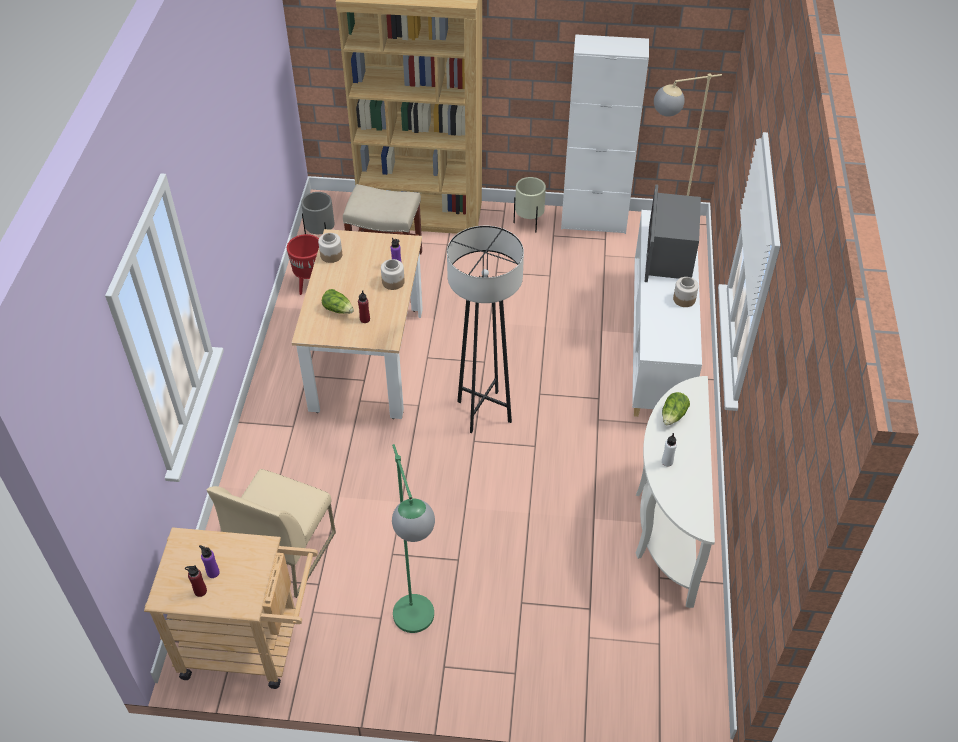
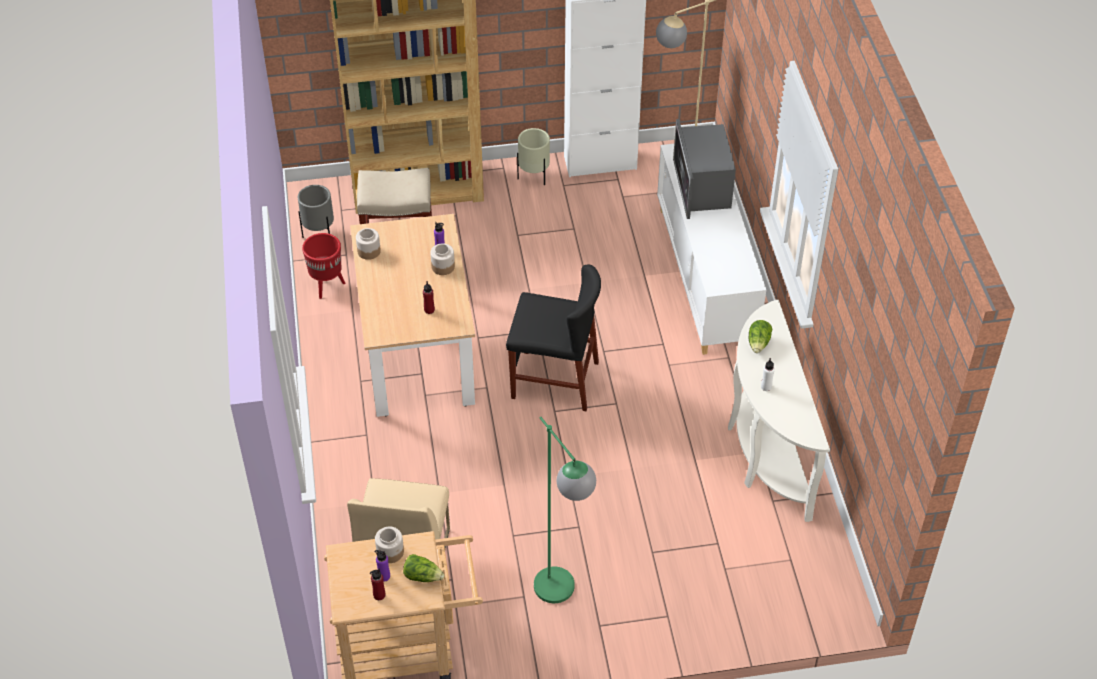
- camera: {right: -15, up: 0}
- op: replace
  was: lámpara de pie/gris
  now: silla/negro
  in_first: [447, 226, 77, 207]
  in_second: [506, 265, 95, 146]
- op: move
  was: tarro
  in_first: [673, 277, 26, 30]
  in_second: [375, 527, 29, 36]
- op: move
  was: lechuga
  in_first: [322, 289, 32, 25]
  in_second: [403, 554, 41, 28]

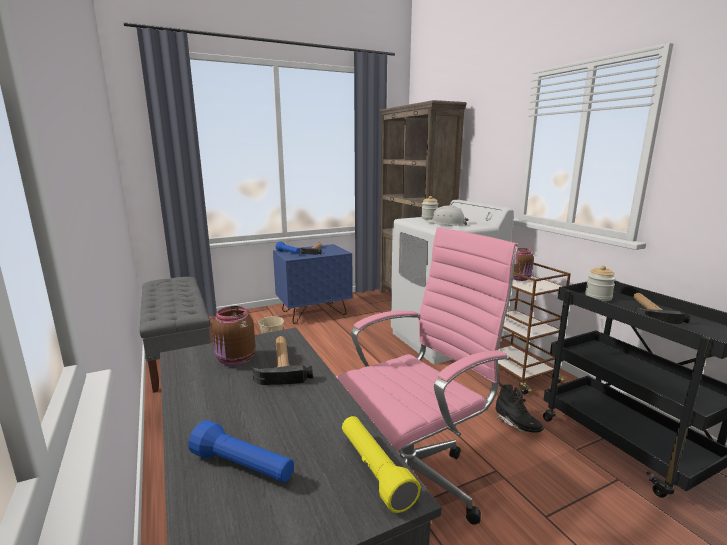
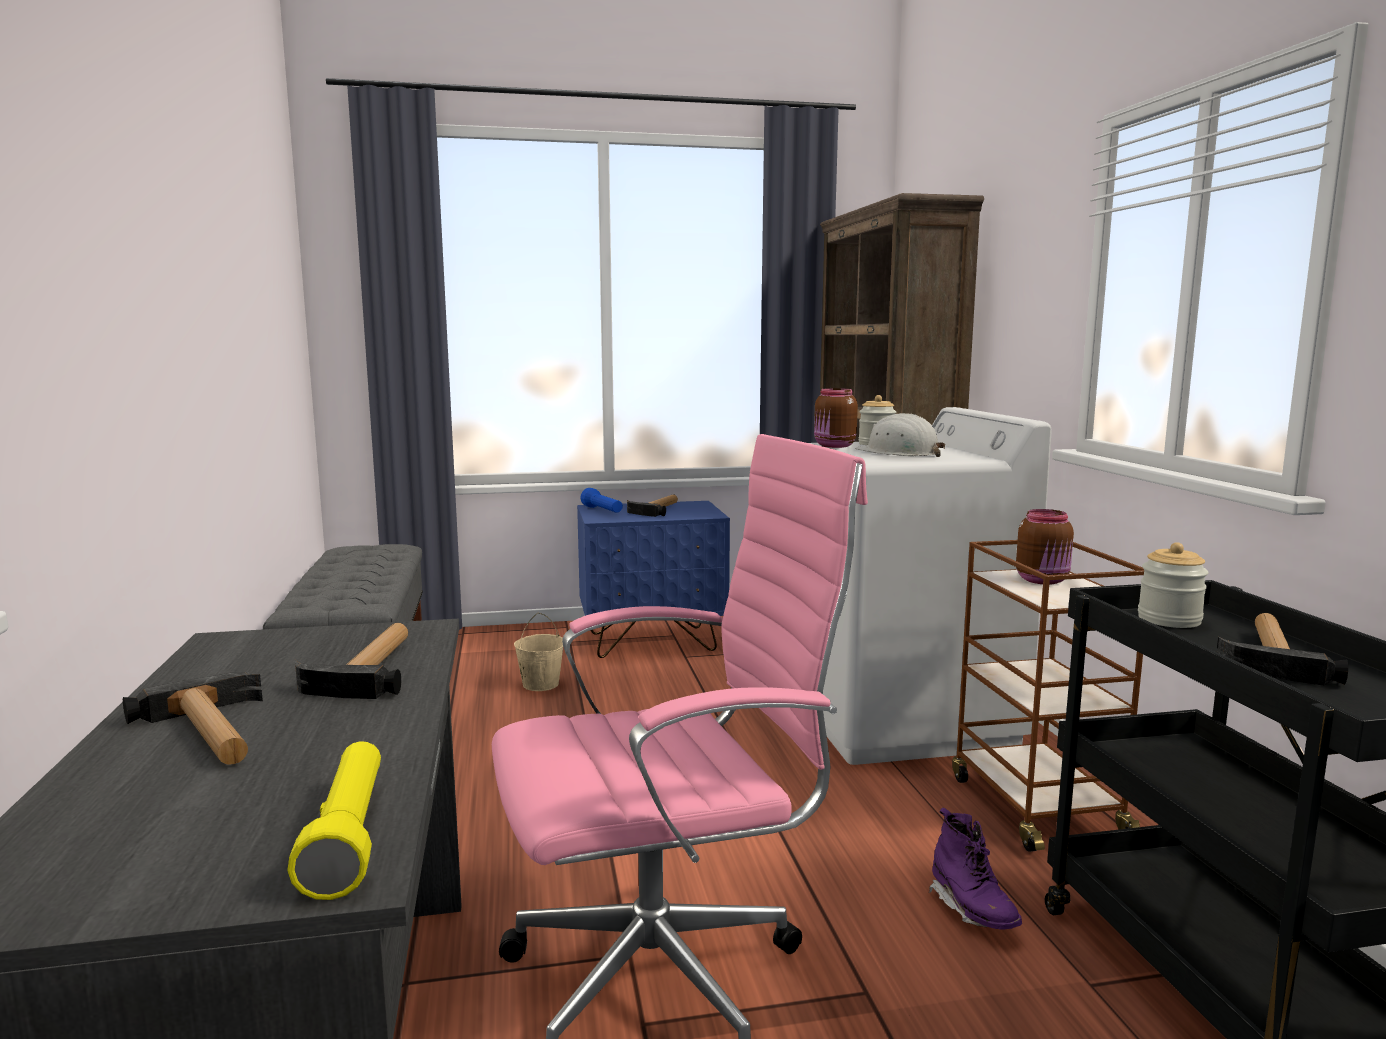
- camera: {right: 15, up: -5}
- op: move
  was: tarro/marrón
  in_first: [212, 306, 44, 60]
  in_second: [814, 388, 44, 60]
- op: recolor
  was: bota/negro
  now: bota/morado
  in_first: [495, 383, 49, 50]
  in_second: [929, 808, 93, 122]
- op: delete
  was: linterna/azul
  in_first: [188, 420, 106, 63]
- op: insert
  now: martillo
  in_second: [123, 672, 140, 93]

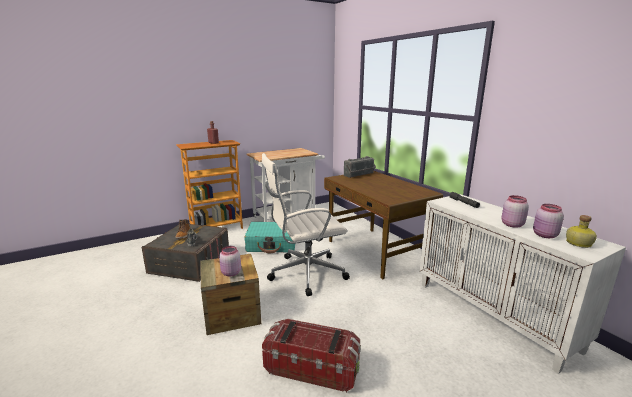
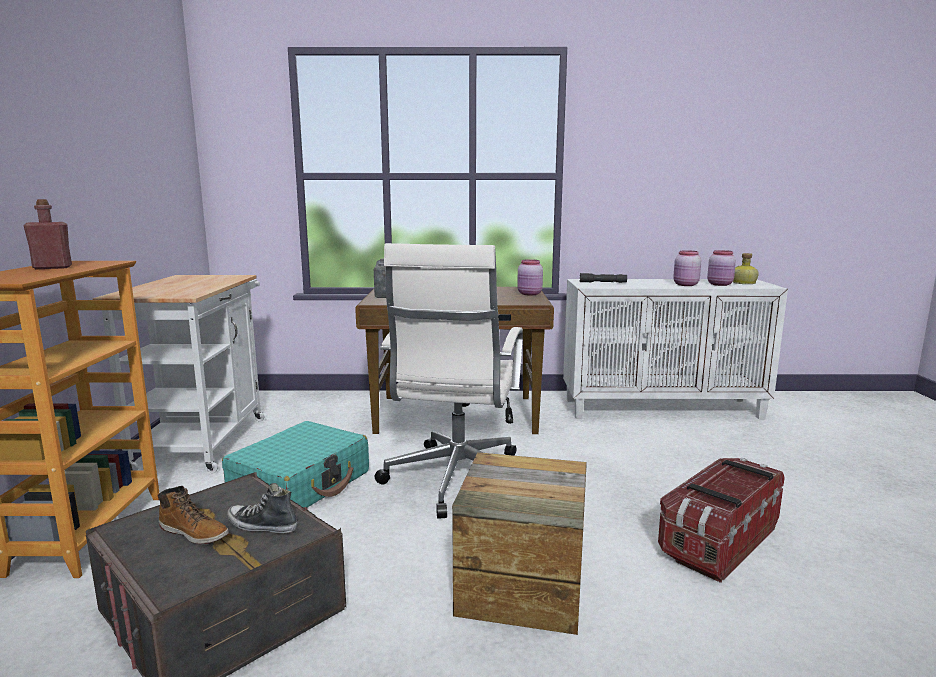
- camera: {right: -60, up: -5}
- op: move
  was: tarro/rosa
  in_first: [219, 246, 22, 30]
  in_second: [517, 259, 26, 36]

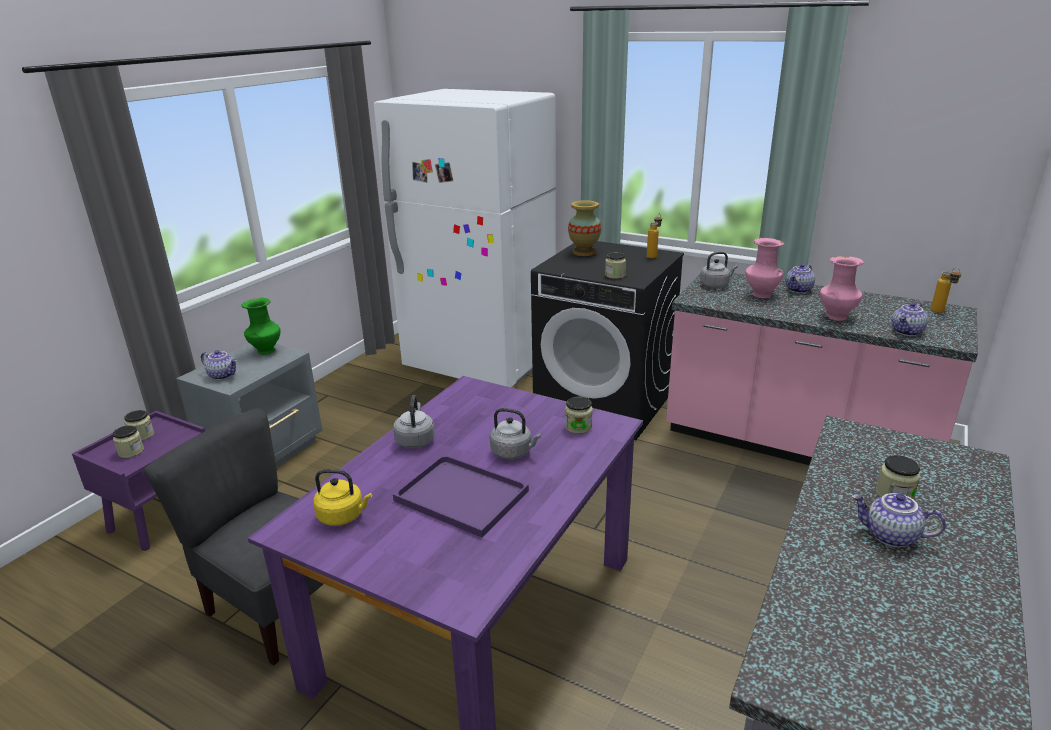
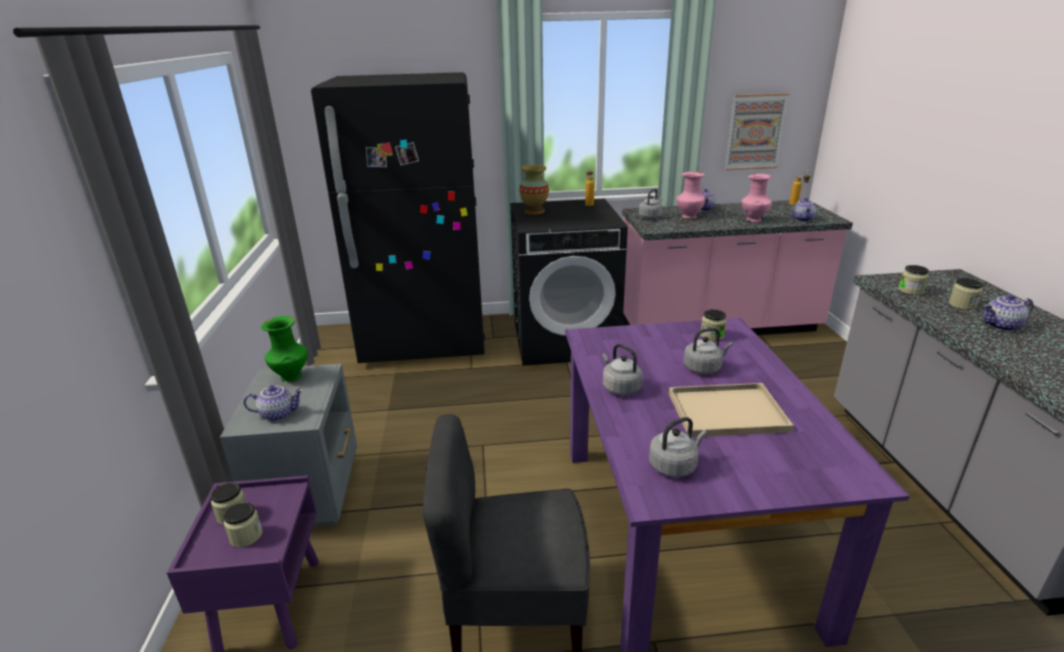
- camera: {right: -35, up: 0}
- op: recolor
  was: nevera/blanco
  now: nevera/negro
  in_first: [374, 89, 182, 298]
  in_second: [311, 72, 174, 291]
- op: move
  was: tarro
  in_first: [605, 252, 21, 27]
  in_second: [898, 265, 31, 30]
- op: recolor
  was: bandeja/morado
  now: bandeja/beis
  in_first: [393, 454, 136, 84]
  in_second: [669, 383, 125, 54]
- op: recolor
  was: hervidor/amarillo
  now: hervidor/gris
  in_first: [313, 469, 59, 57]
  in_second: [649, 417, 58, 60]
- op: insert
  now: cuadro
  in_second: [725, 93, 64, 77]

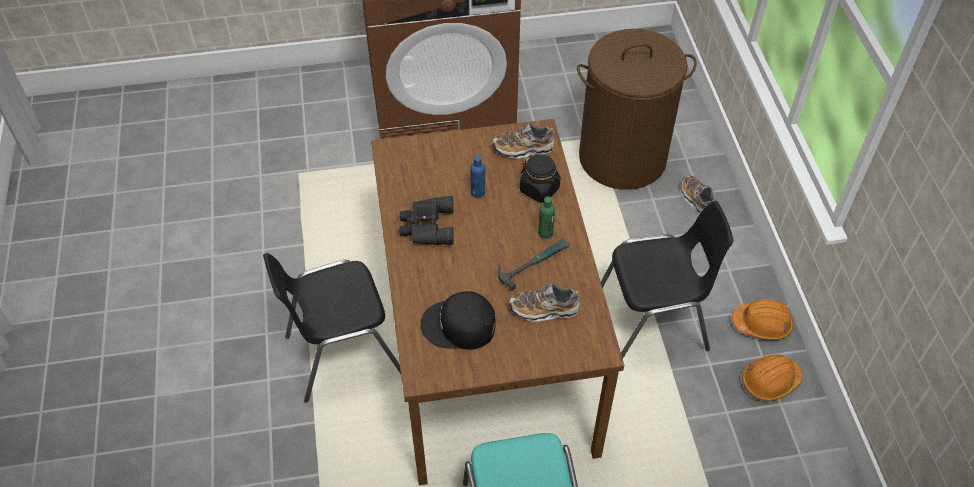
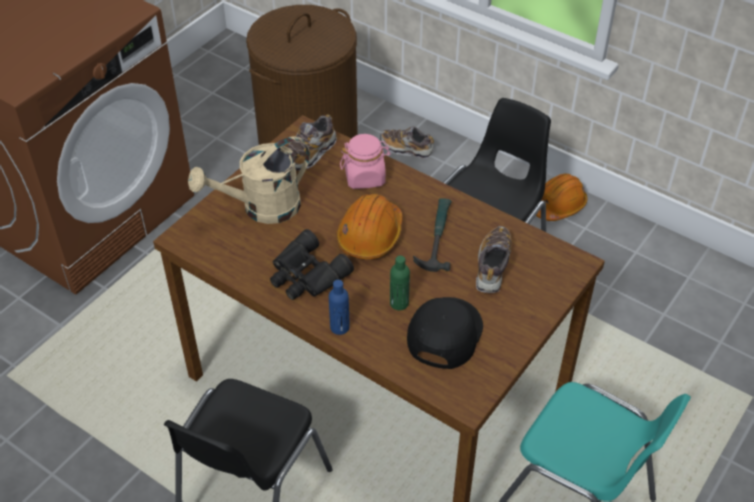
- camera: {right: -45, up: -5}
- op: recolor
  was: tarro/negro
  now: tarro/rosa
  in_first: [520, 154, 41, 49]
  in_second: [340, 134, 51, 55]
- op: move
  was: botella/azul
  in_first: [470, 156, 15, 42]
  in_second: [329, 280, 21, 55]
- op: move
  was: botella/verde
  in_first: [538, 197, 17, 42]
  in_second: [390, 255, 20, 55]
- op: rotate
  was: zapato
  in_first: [509, 283, 72, 39]
  in_second: [476, 226, 36, 67]
  clockwise: 150
- op: rotate
  was: gorra/negro
  in_first: [421, 291, 75, 59]
  in_second: [407, 297, 76, 72]
  clockwise: 150
- op: move
  was: casco/naranja
  in_first: [742, 355, 61, 46]
  in_second: [336, 194, 67, 65]
- op: insert
  now: regadera/beis
  in_second: [188, 136, 122, 88]

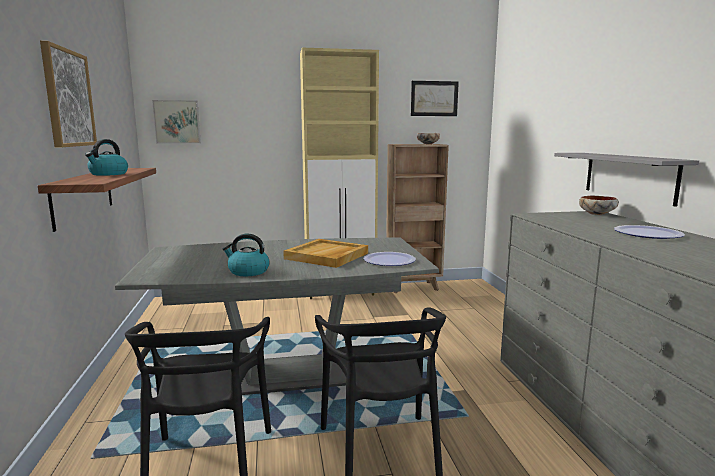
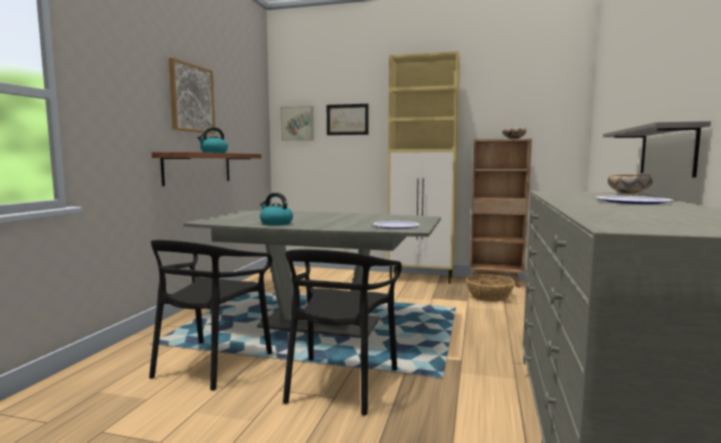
- camera: {right: 25, up: -5}
- op: move
  was: cuadro
  in_first: [411, 81, 48, 35]
  in_second: [327, 104, 41, 31]
- op: delete
  was: bandeja/beis
  in_first: [283, 239, 85, 29]
- op: insert
  now: cesta
  in_second: [466, 274, 49, 28]

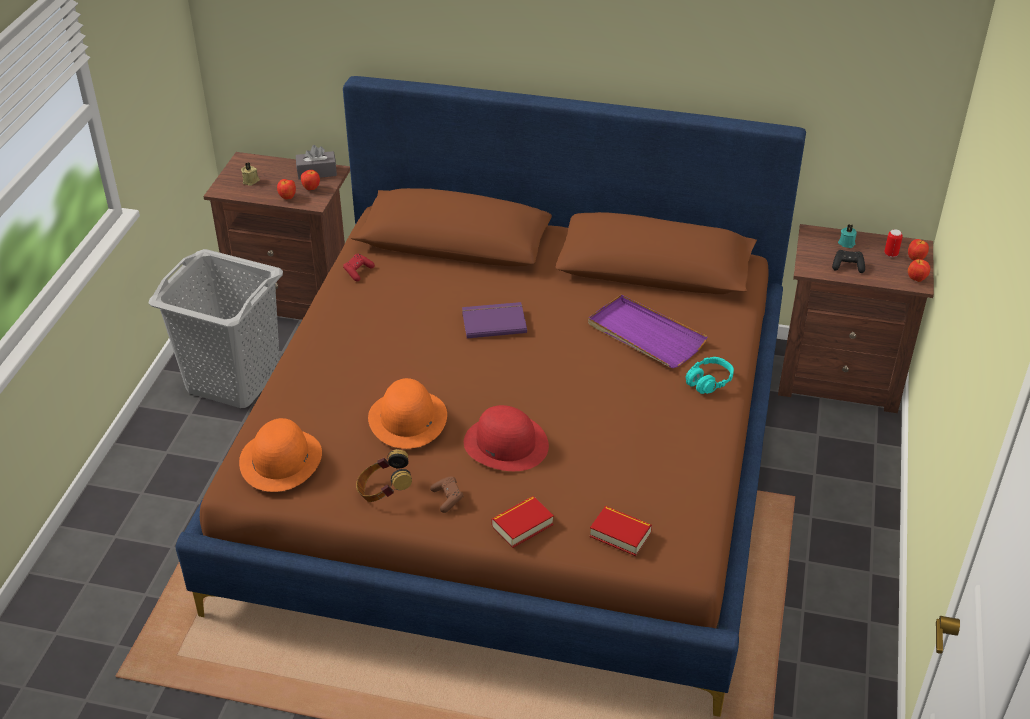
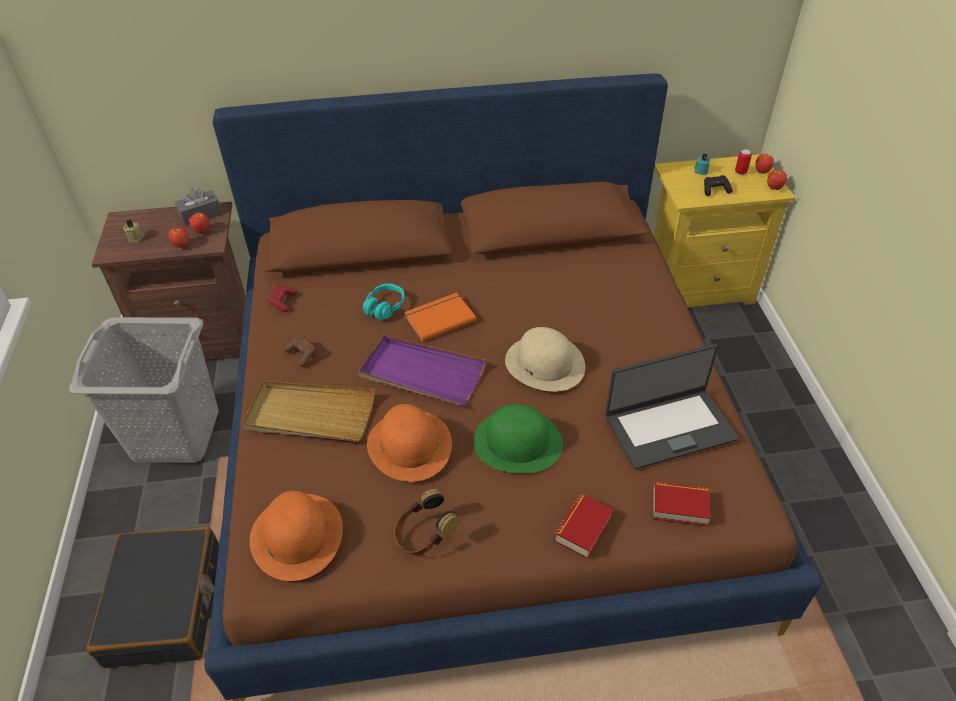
- camera: {right: -20, up: 5}
- op: recolor
  was: mesita de noche/marrón
  now: mesita de noche/amarillo
  in_first: [778, 224, 156, 189]
  in_second: [654, 154, 141, 153]
- op: move
  was: bandeja/morado
  in_first: [588, 295, 120, 73]
  in_second: [359, 335, 127, 71]
- op: recolor
  was: libro/morado
  now: libro/naranja
  in_first: [462, 302, 65, 36]
  in_second: [404, 293, 72, 49]
- op: move
  was: auriculares/turquesa
  in_first: [686, 357, 48, 37]
  in_second: [363, 283, 42, 37]
- op: recolor
  was: sombrero/rojo
  now: sombrero/verde
  in_first: [464, 405, 85, 66]
  in_second: [473, 404, 90, 70]
- op: move
  was: mando de consola/marrón
  in_first: [430, 476, 34, 37]
  in_second: [284, 335, 33, 32]
- op: insert
  now: sombrero/beis
  in_second: [505, 327, 80, 65]
- op: insert
  now: portátil
  in_second: [605, 344, 134, 125]
- op: insert
  now: bandeja/beis
  in_second: [242, 381, 133, 61]
- op: insert
  now: maleta/negro
  in_second: [86, 526, 133, 142]

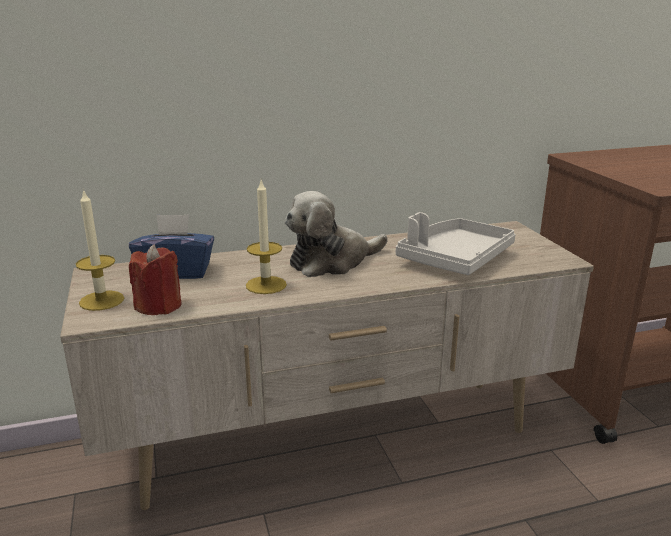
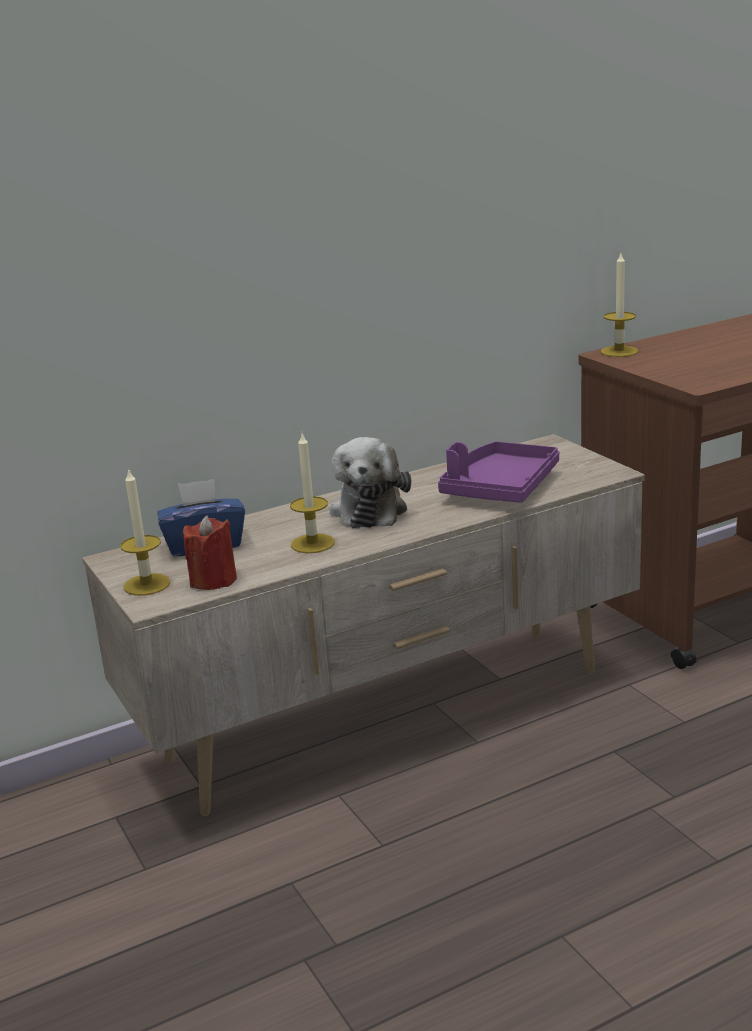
- camera: {right: -10, up: 0}
- op: rotate
  was: peluche
  in_first: [285, 191, 103, 86]
  in_second: [329, 437, 82, 91]
  clockwise: -45
- op: recolor
  was: bandeja/gris
  now: bandeja/morado
  in_first: [396, 212, 119, 63]
  in_second: [438, 441, 121, 62]
- op: insert
  now: vela
  in_second: [601, 253, 37, 104]

